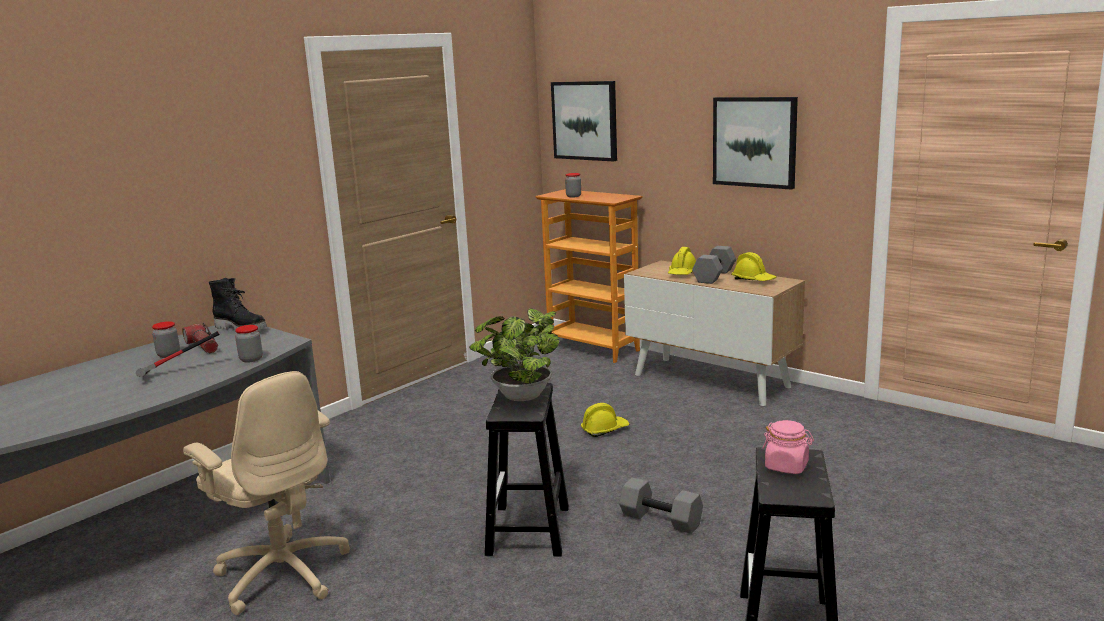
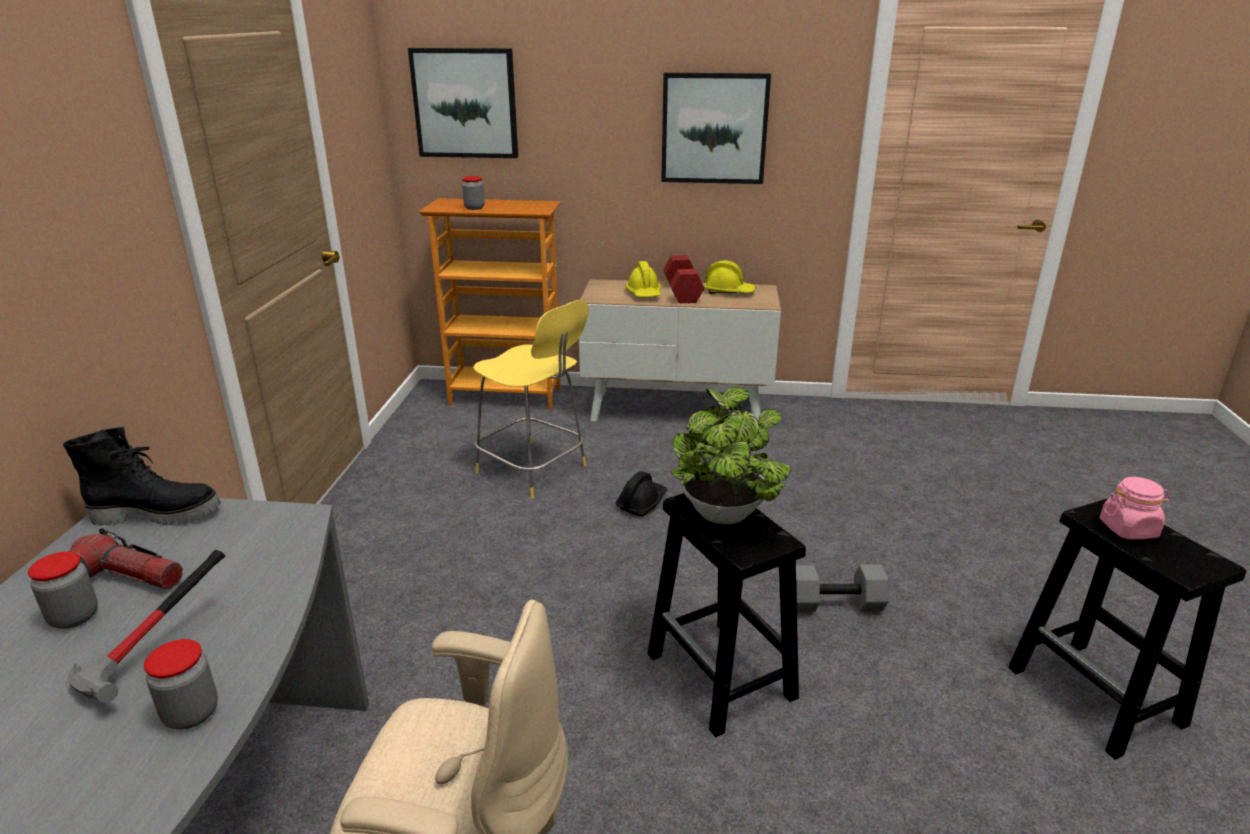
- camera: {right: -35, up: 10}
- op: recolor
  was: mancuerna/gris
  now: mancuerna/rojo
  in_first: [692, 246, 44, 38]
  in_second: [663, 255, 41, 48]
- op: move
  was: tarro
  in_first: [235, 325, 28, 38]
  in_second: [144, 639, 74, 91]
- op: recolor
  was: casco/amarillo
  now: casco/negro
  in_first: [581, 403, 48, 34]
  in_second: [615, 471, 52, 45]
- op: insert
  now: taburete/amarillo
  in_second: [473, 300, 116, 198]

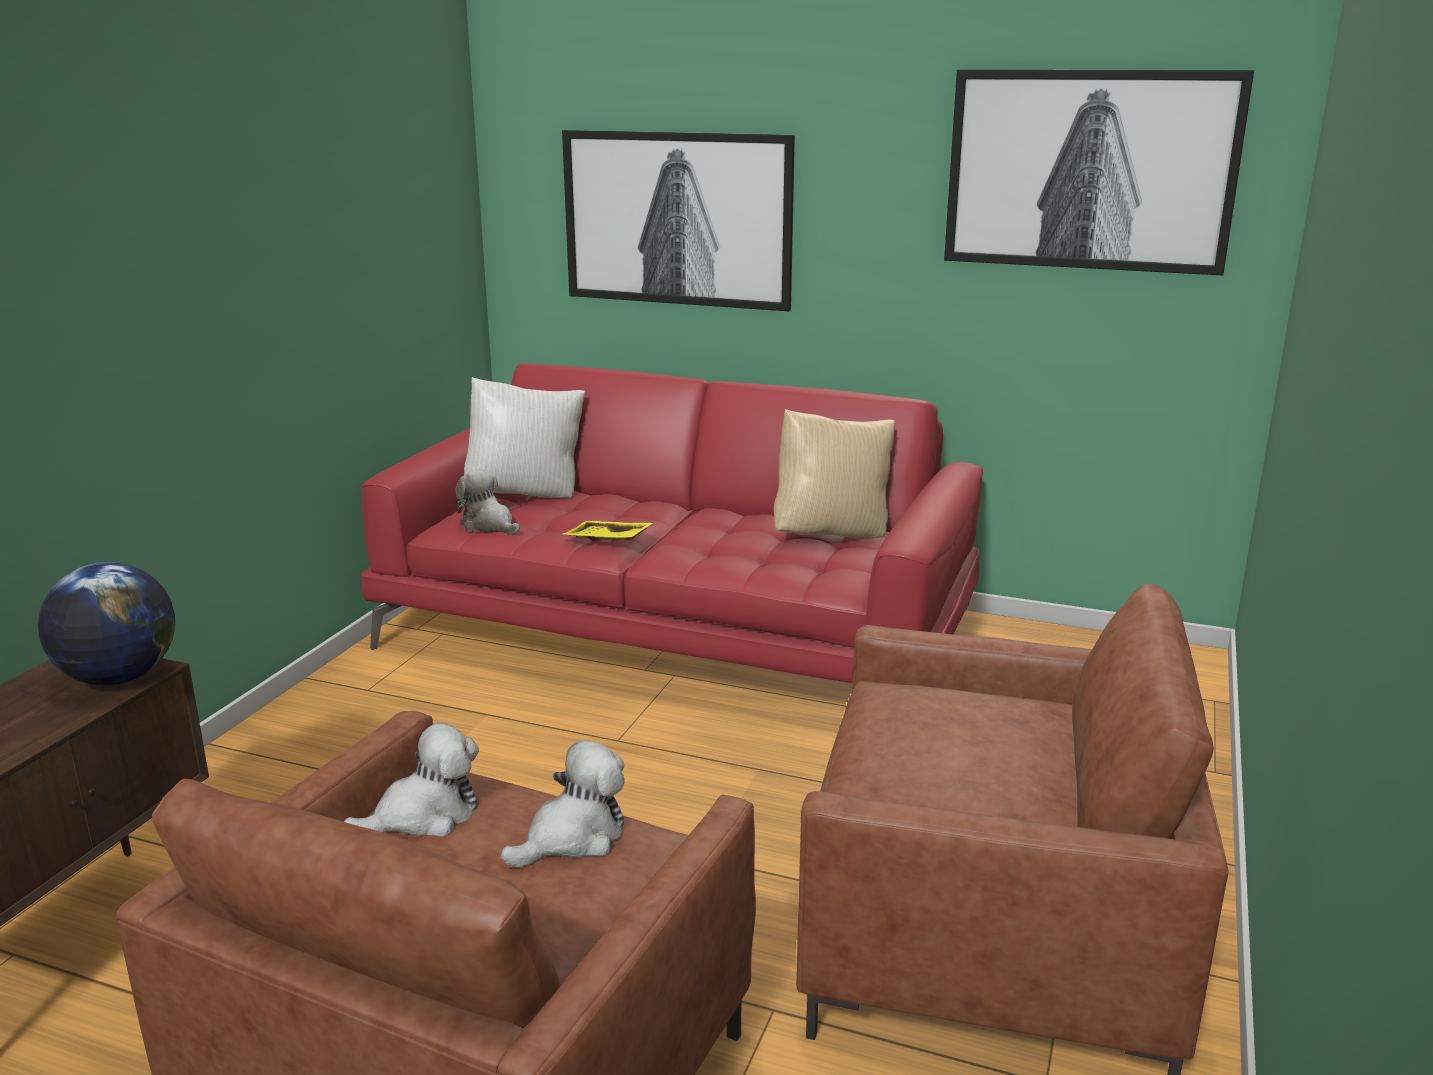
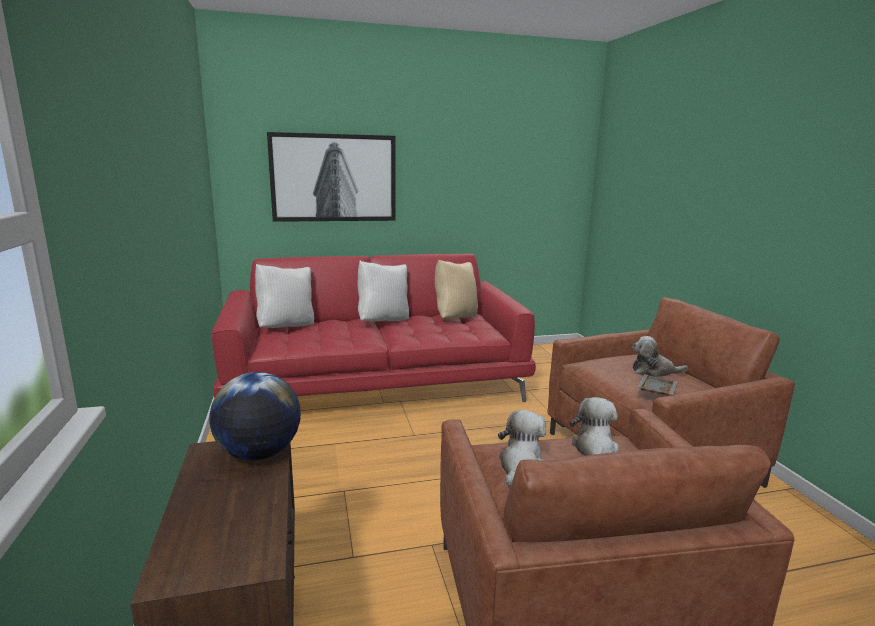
- camera: {right: -35, up: -5}
- op: delete
  was: cuadro
  in_first: [944, 70, 310, 205]
- op: move
  was: peluche
  in_first: [455, 469, 65, 66]
  in_second: [632, 336, 56, 41]
- op: delete
  was: bandeja/amarillo
  in_first: [563, 521, 90, 20]
- op: insert
  now: cojín/blanco
  in_second: [357, 261, 52, 60]
- op: insert
  now: bandeja/gris
  in_second: [636, 374, 41, 22]

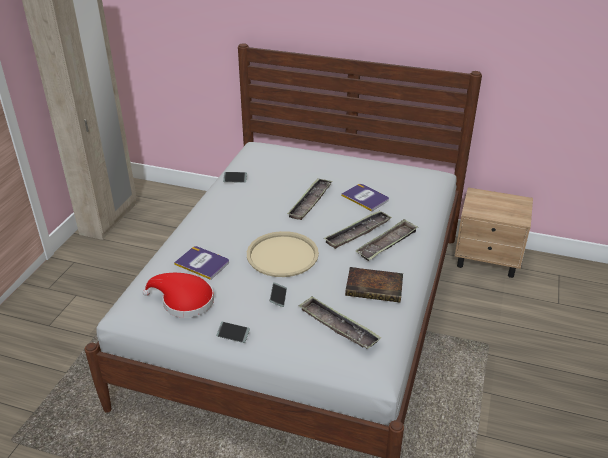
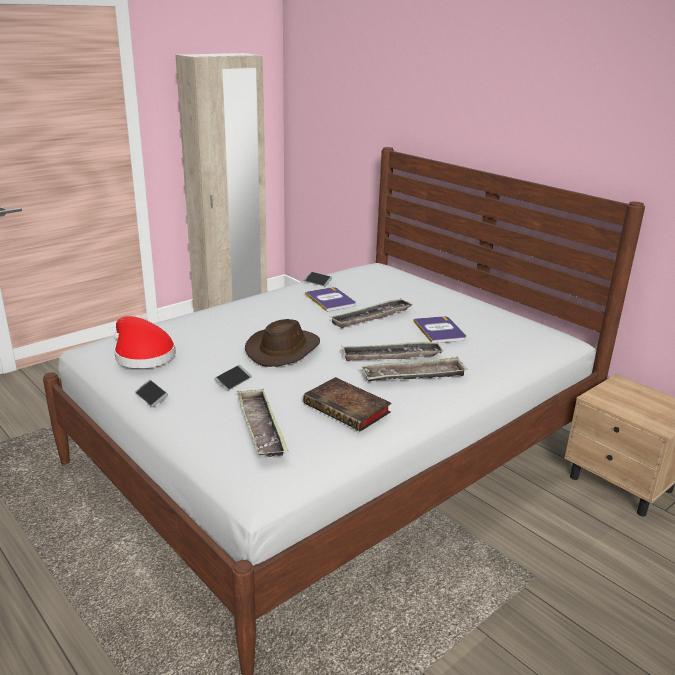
- camera: {right: 30, up: -10}
- op: replace
  was: bandeja/beis
  now: sombrero/marrón
  in_first: [247, 231, 72, 46]
  in_second: [245, 319, 75, 48]
- op: move
  was: libro
  in_first: [174, 246, 55, 34]
  in_second: [305, 287, 51, 25]

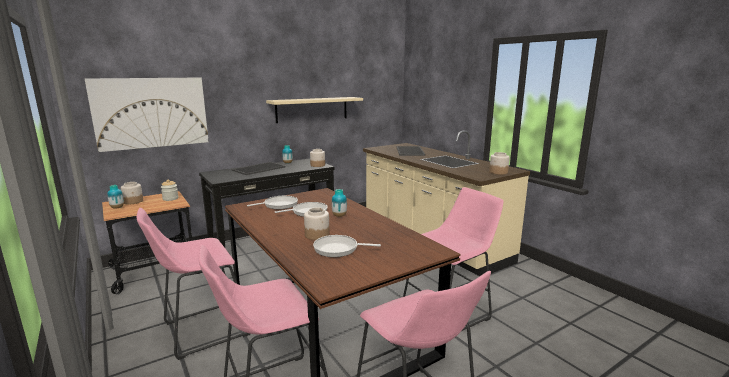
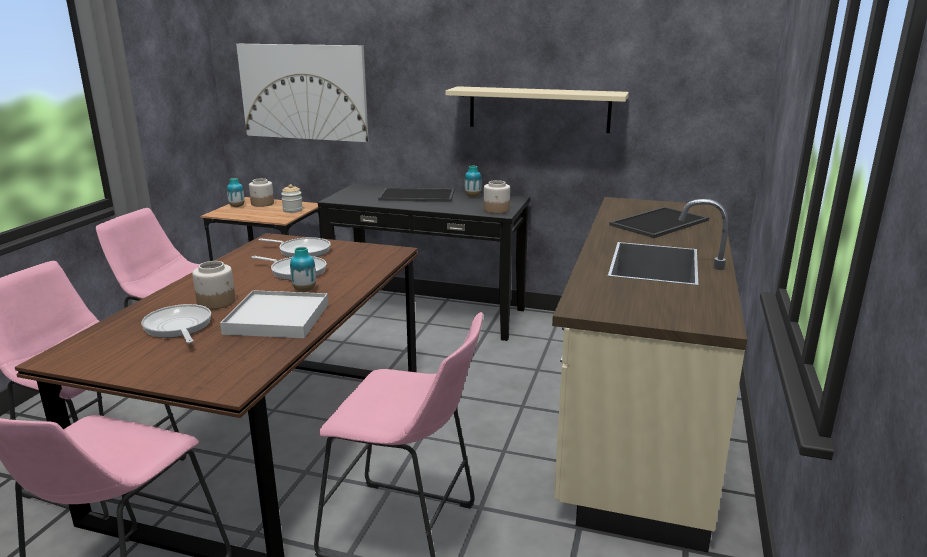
- camera: {right: 50, up: 5}
- op: delete
  was: tarro
  in_first: [489, 152, 21, 23]
- op: insert
  now: bandeja/blanco
  in_second: [220, 290, 108, 48]

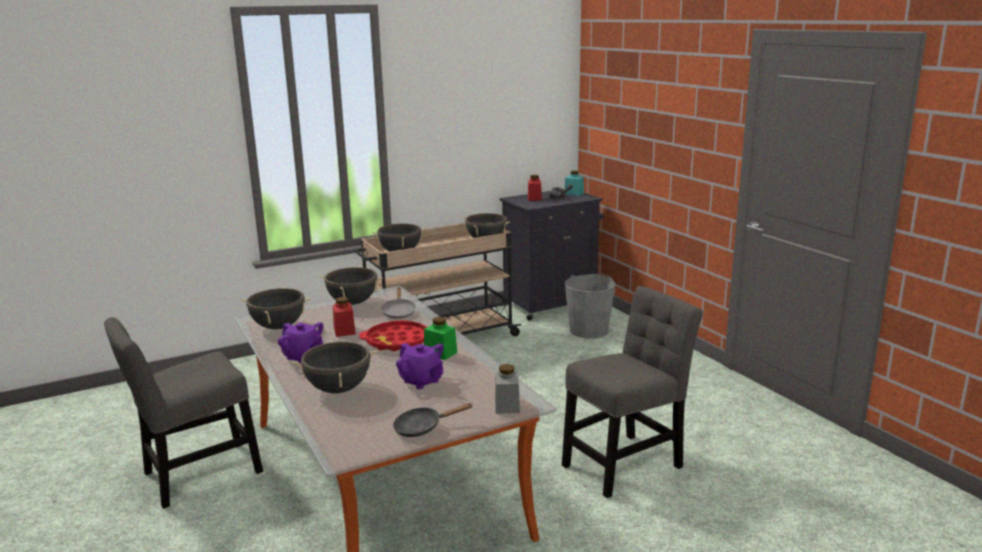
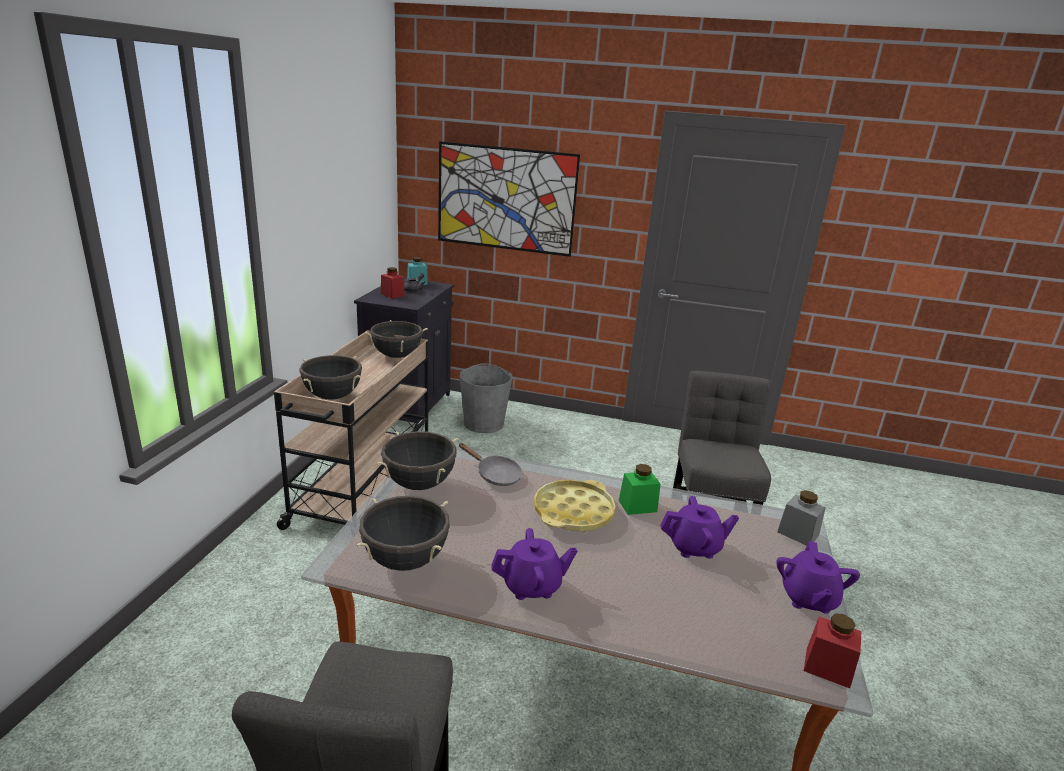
- camera: {right: -50, up: 5}
- op: move
  was: tarro/rojo
  in_first: [333, 297, 23, 40]
  in_second: [804, 613, 57, 75]
- op: recolor
  was: bandeja/rojo
  now: bandeja/amarillo
  in_first: [359, 320, 68, 31]
  in_second: [534, 480, 82, 52]
- op: delete
  was: olla/negro
  in_first: [292, 340, 86, 53]
- op: replace
  was: sartén/negro
  now: tetera/morado
  in_first: [393, 403, 79, 34]
  in_second: [776, 541, 84, 73]
- op: insert
  now: cuadro
  in_second: [438, 141, 142, 116]

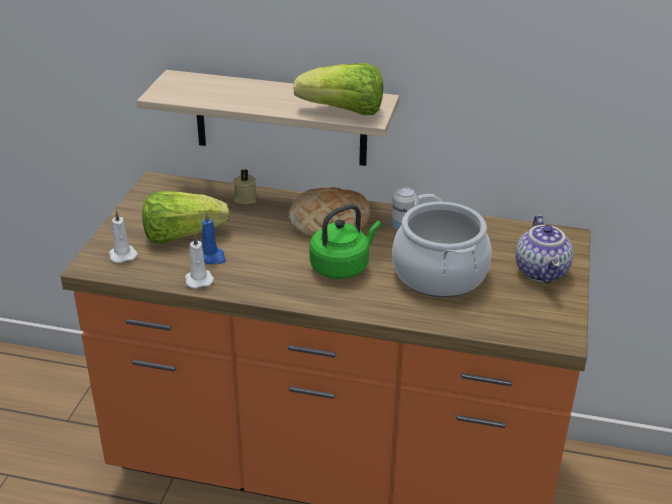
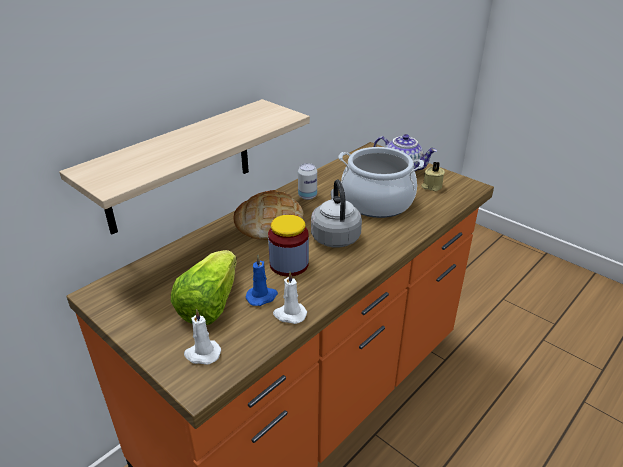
- camera: {right: -60, up: 0}
- op: delete
  was: lechuga
  in_first: [293, 63, 90, 52]
- op: move
  was: vela/beis
  in_first: [233, 169, 25, 35]
  in_second: [421, 162, 24, 29]
- op: recolor
  was: hervidor/verde
  now: hervidor/gris
  in_first: [309, 204, 72, 75]
  in_second: [311, 179, 51, 69]
- op: insert
  now: tarro
  in_second: [268, 215, 41, 61]

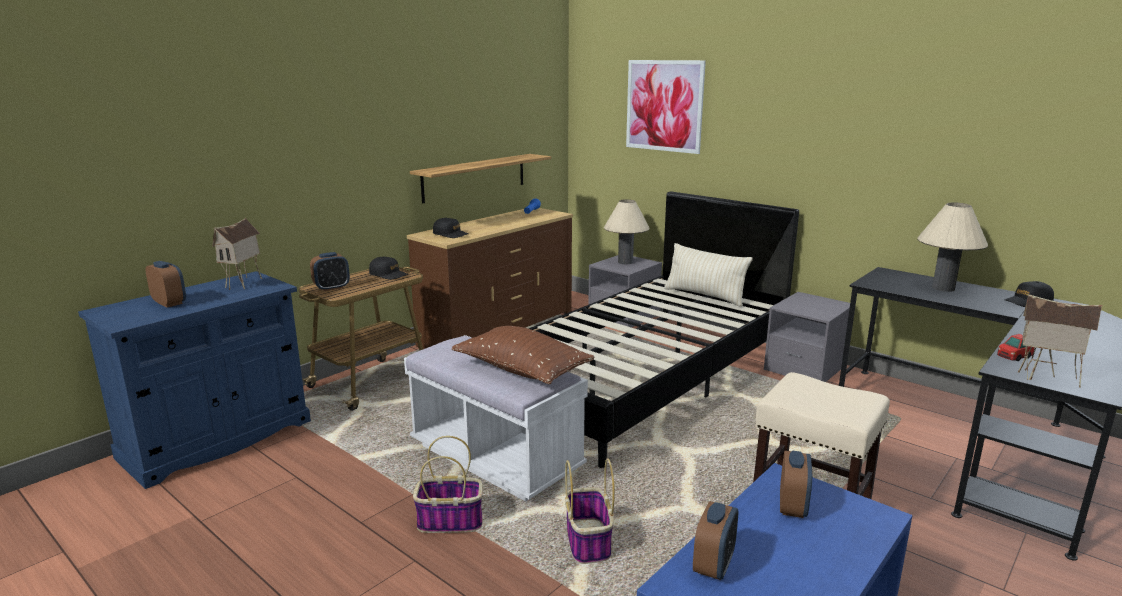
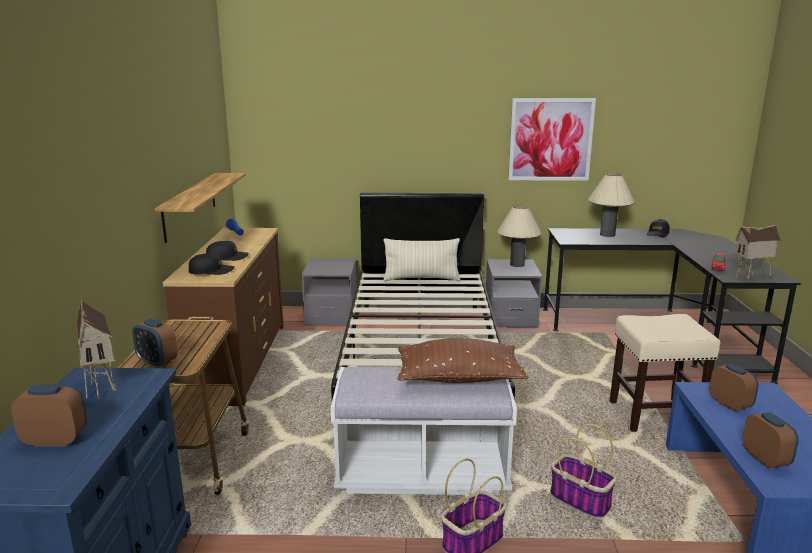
- camera: {right: -40, up: 0}
- op: move
  was: cuadro
  in_first: [626, 60, 80, 94]
  in_second: [508, 98, 88, 83]
- op: move
  was: lámpara de mesa/beis
  in_first: [604, 199, 45, 65]
  in_second: [497, 205, 44, 62]
- op: rotate
  was: despertador
  in_first: [310, 252, 40, 39]
  in_second: [132, 319, 45, 49]
  clockwise: 105
- op: move
  was: gorra/negro
  in_first: [369, 256, 39, 24]
  in_second: [206, 241, 43, 20]

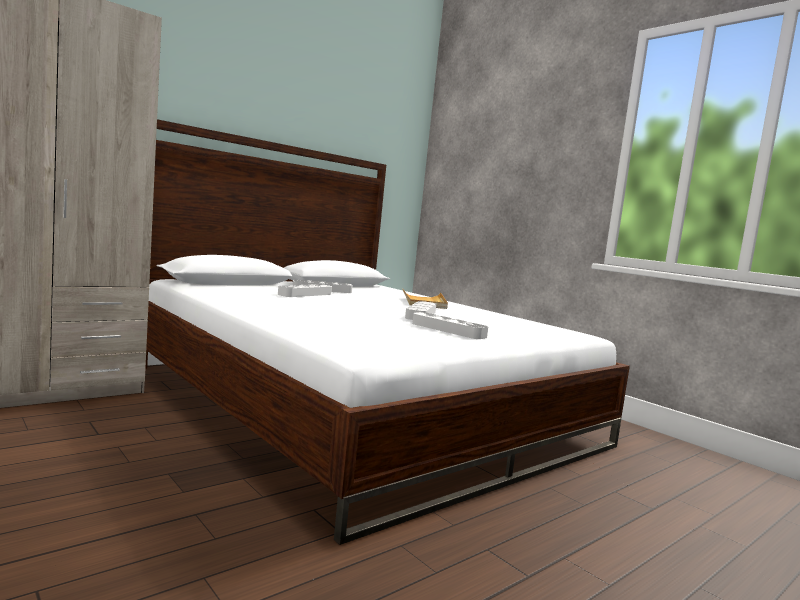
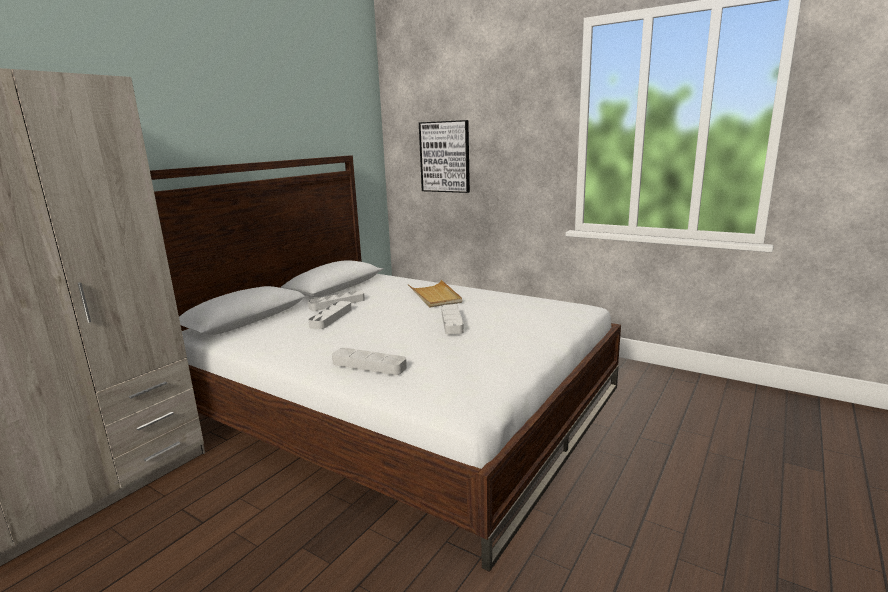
- camera: {right: -15, up: 10}
- op: move
  was: bandeja/gris
  in_first: [412, 312, 76, 27]
  in_second: [332, 348, 75, 27]
- op: insert
  now: cuadro
  in_second: [419, 120, 51, 73]

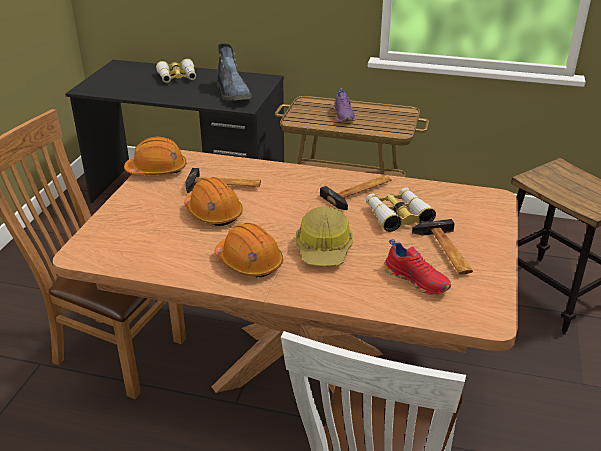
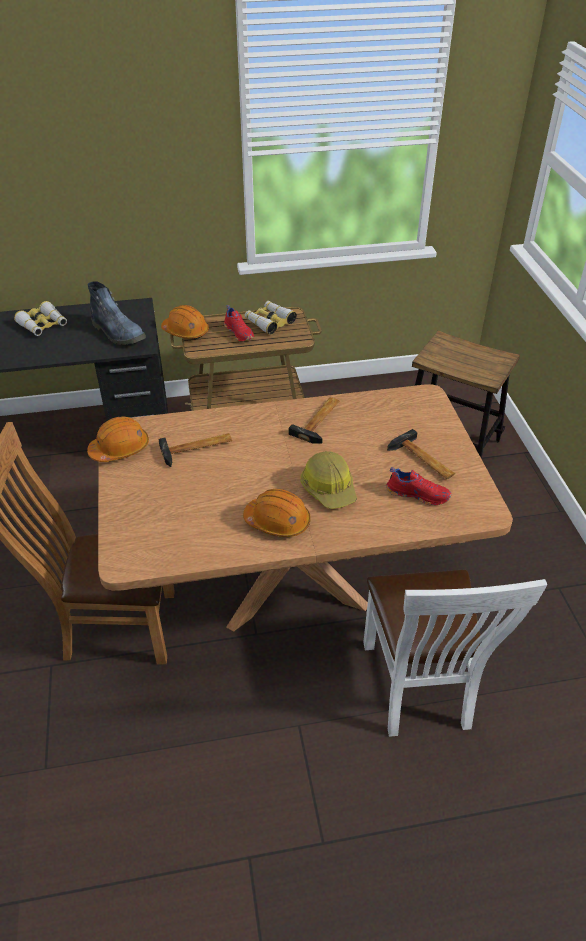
- camera: {right: -25, up: 10}
- op: recolor
  was: zapato/morado
  now: zapato/rojo
  in_first: [334, 88, 21, 34]
  in_second: [224, 305, 30, 37]
- op: move
  was: casco/naranja
  in_first: [184, 177, 59, 49]
  in_second: [161, 305, 48, 34]
- op: move
  was: prismáticos
  in_first: [366, 187, 70, 45]
  in_second: [245, 301, 52, 34]

